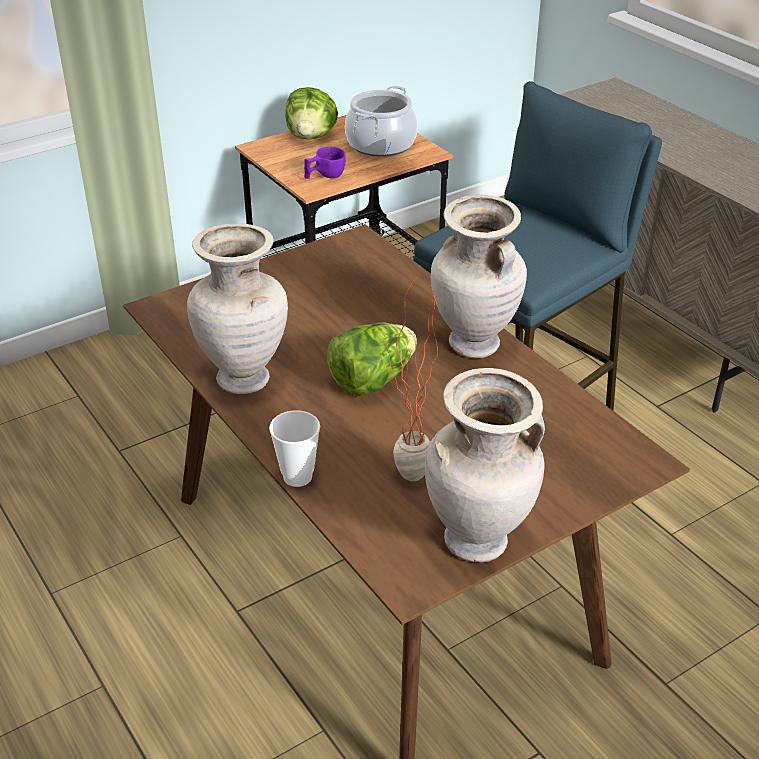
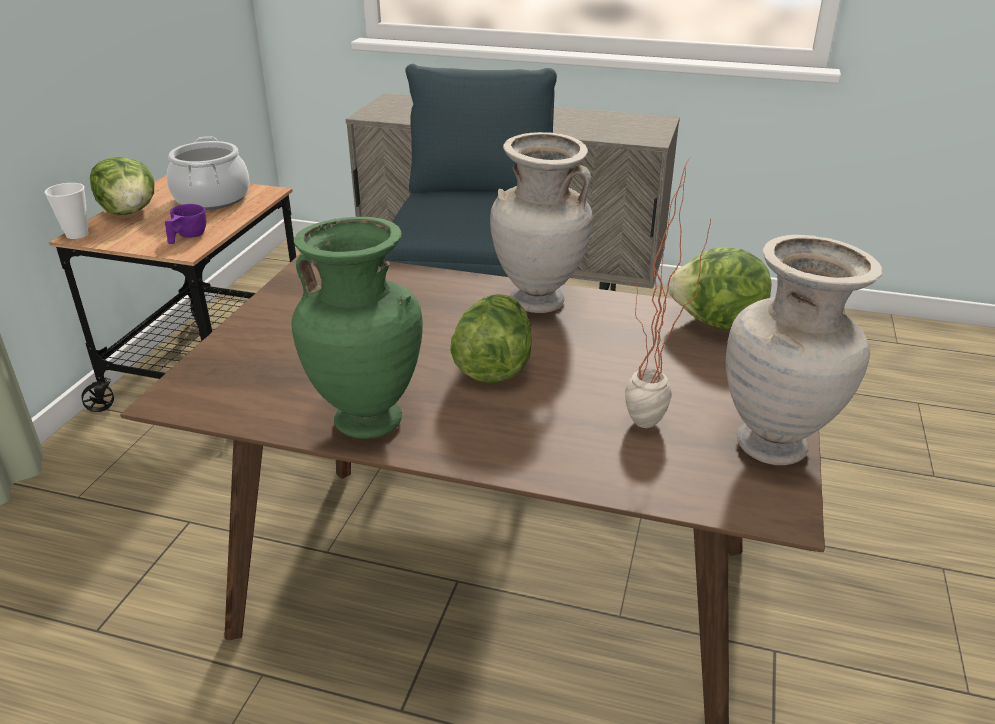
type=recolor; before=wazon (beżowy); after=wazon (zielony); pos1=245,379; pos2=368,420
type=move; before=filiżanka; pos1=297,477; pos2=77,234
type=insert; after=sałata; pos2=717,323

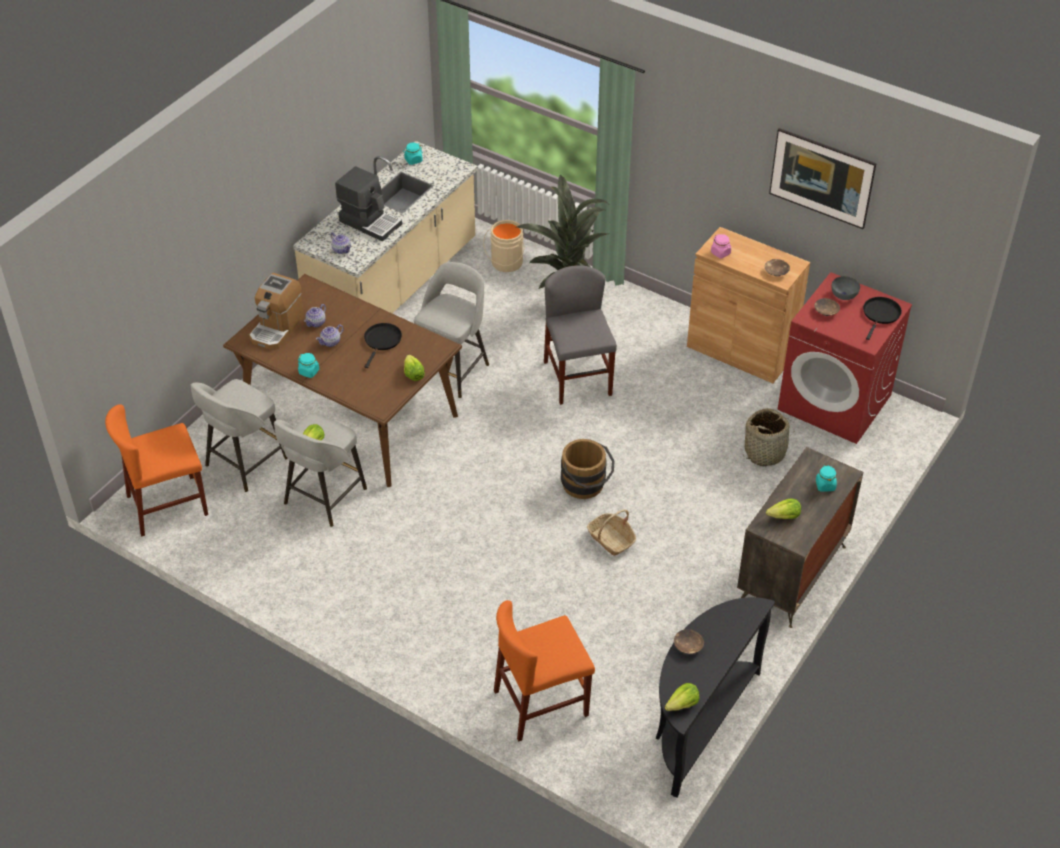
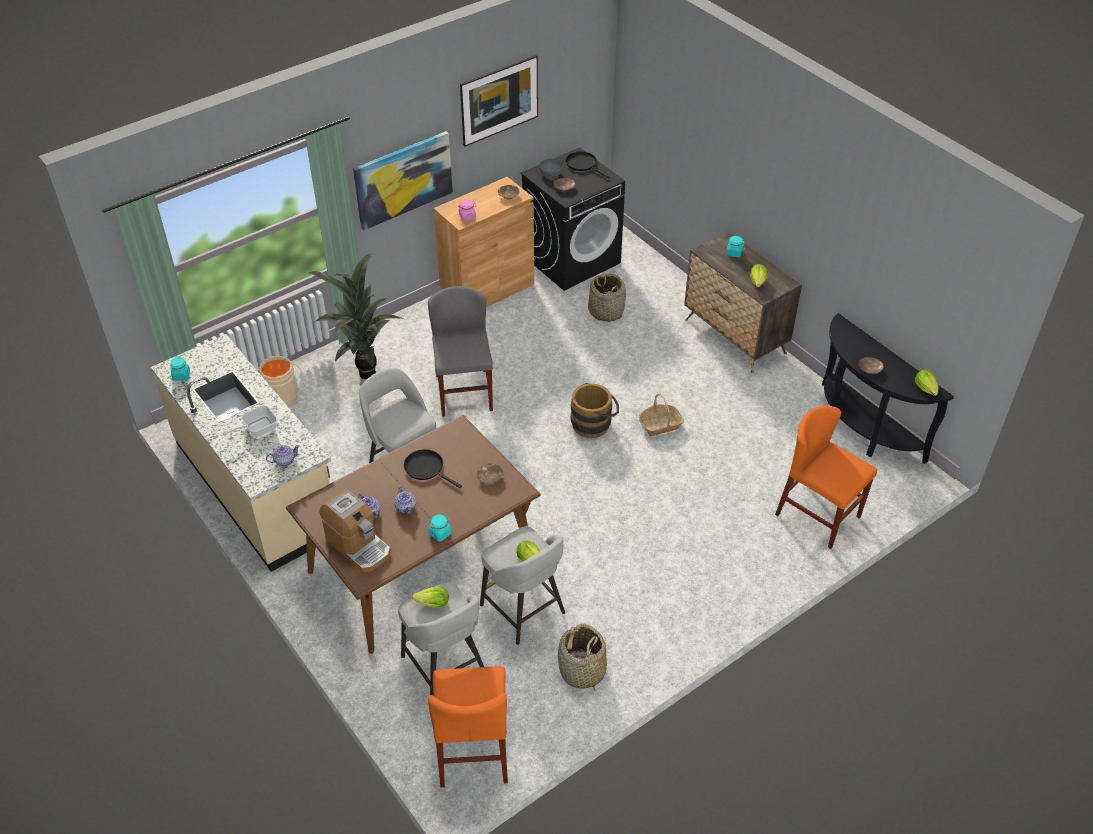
type=replace; before=ekspres do kawy; after=patelnia; pos1=370,222; pos2=256,429
type=rotate; before=krzesło (szary); pos1=577,378; pos2=464,393; turn=75
type=recolor; before=pralka (czerwony); after=pralka (czarny); pos1=835,402; pos2=572,259
type=move; before=sałata; pos1=413,374; pos2=433,603
type=rotate; before=krzesło (pomarańczowy); pos1=541,703; pos2=818,515; turn=135
type=insert; after=obraz; pos2=403,179
type=insert; after=miska (brązowy); pos2=490,477
type=insert; after=koszyk; pos2=582,671

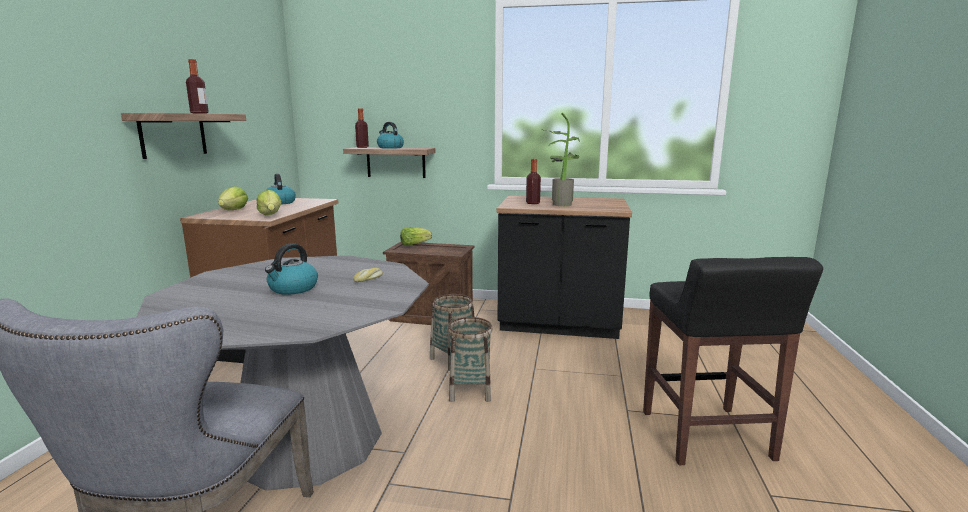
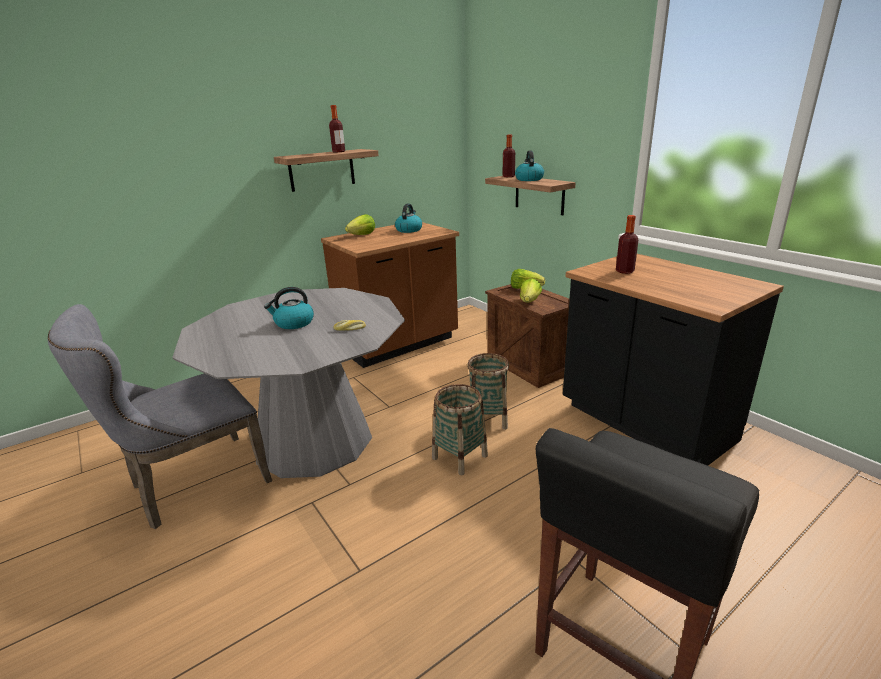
type=delete; before=roślina doniczkowa; pos1=561,204
type=move; before=sałata; pos1=270,215; pos2=529,301

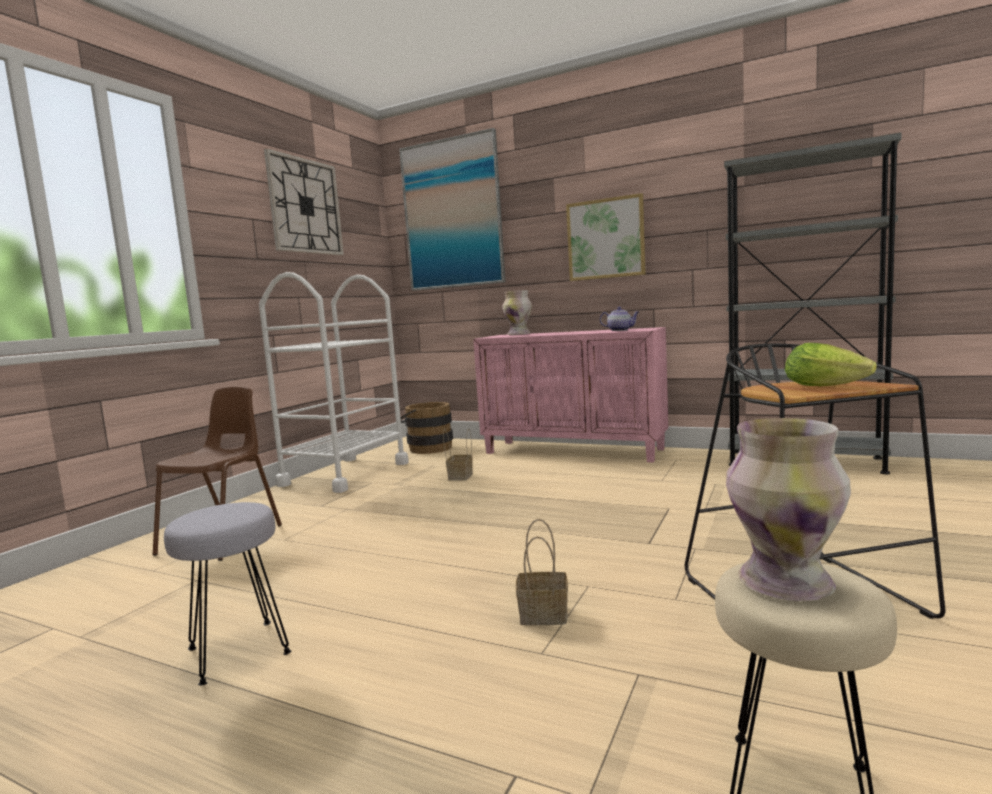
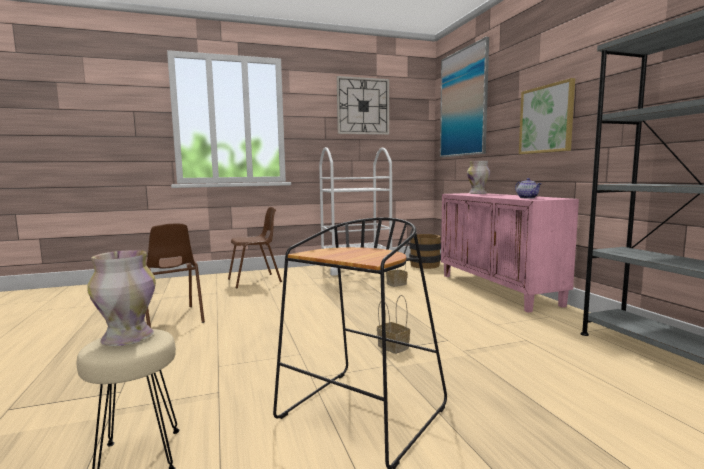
type=delete; before=sałata; pos1=829,386
type=replace; before=stołek (szary); after=krzesło (brązowy); pos1=238,652; pos2=170,319
type=move; before=koszyk; pos1=541,616; pos2=392,347

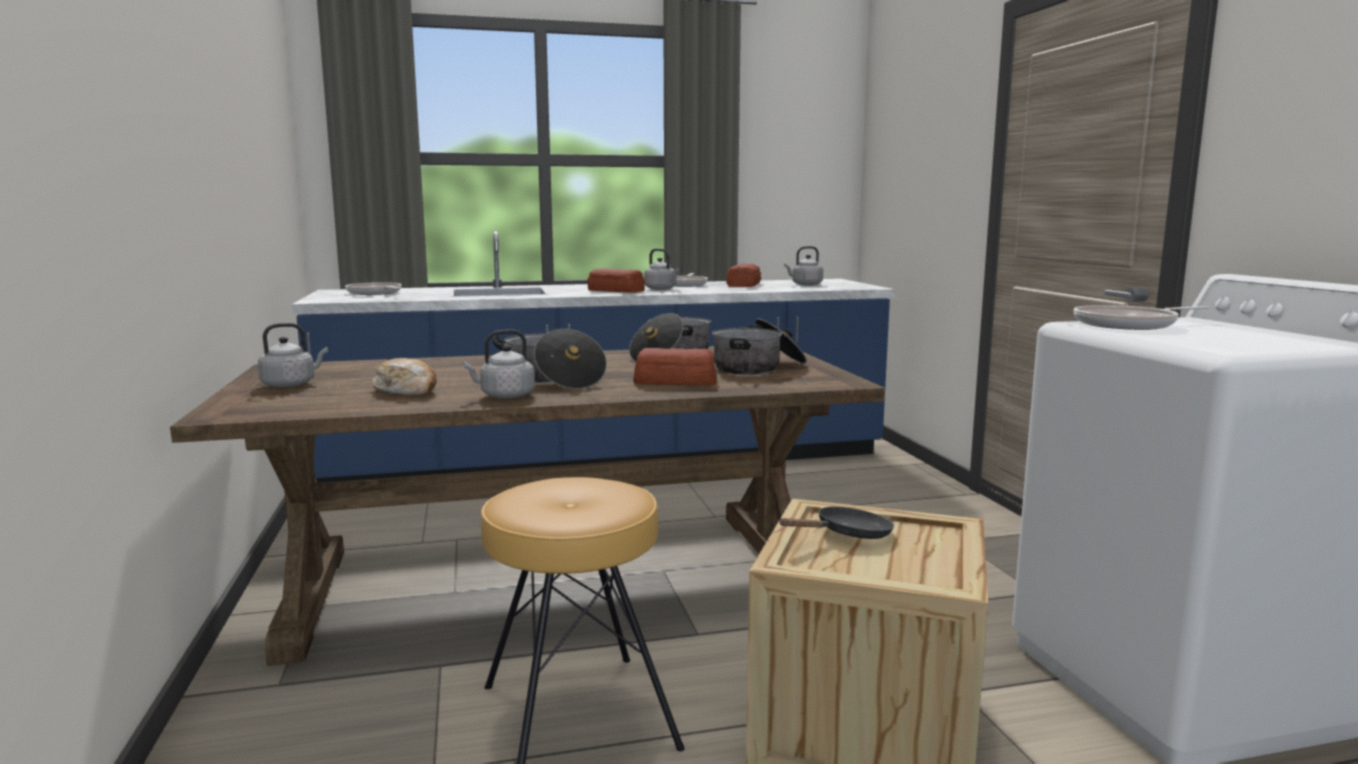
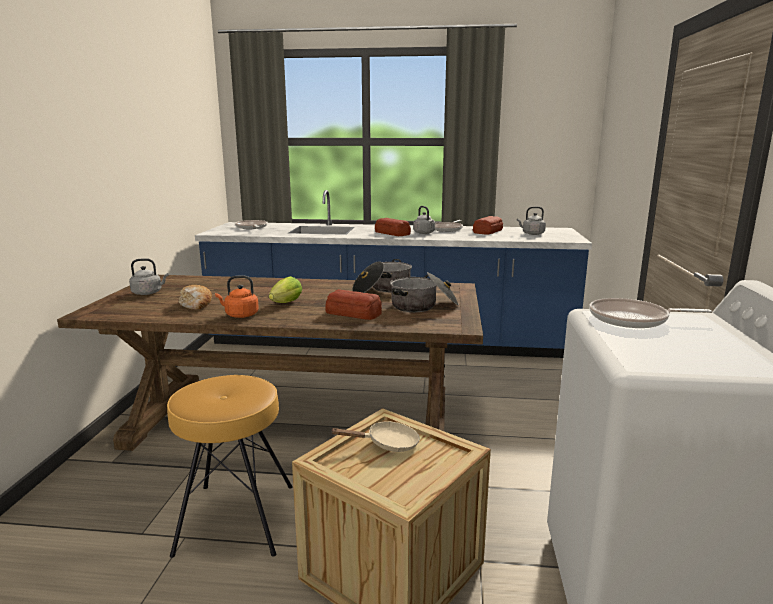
type=recolor; before=czajnik (szary); after=czajnik (pomarańczowy); pos1=504,396; pos2=240,315
type=replace; before=garnek; after=sałata; pos1=552,379; pos2=284,304
type=recolor; before=patelnia (czarny); after=patelnia (beżowy); pos1=847,535; pos2=387,444

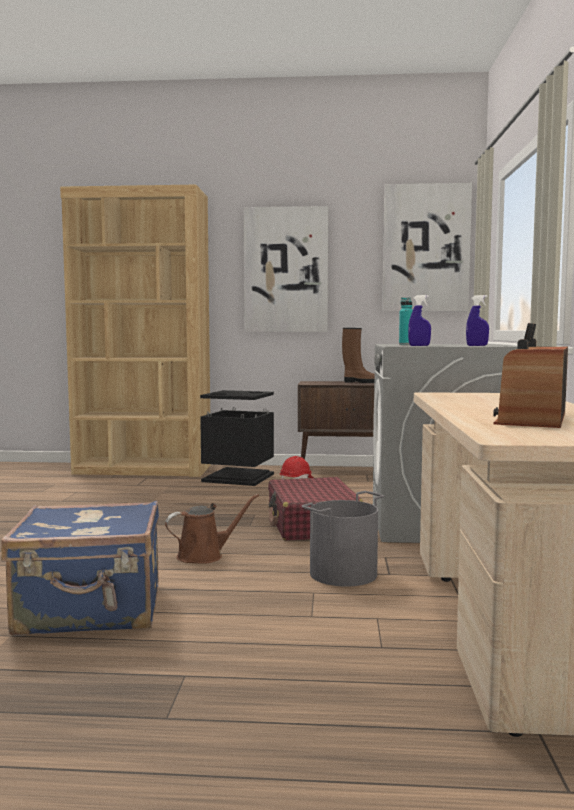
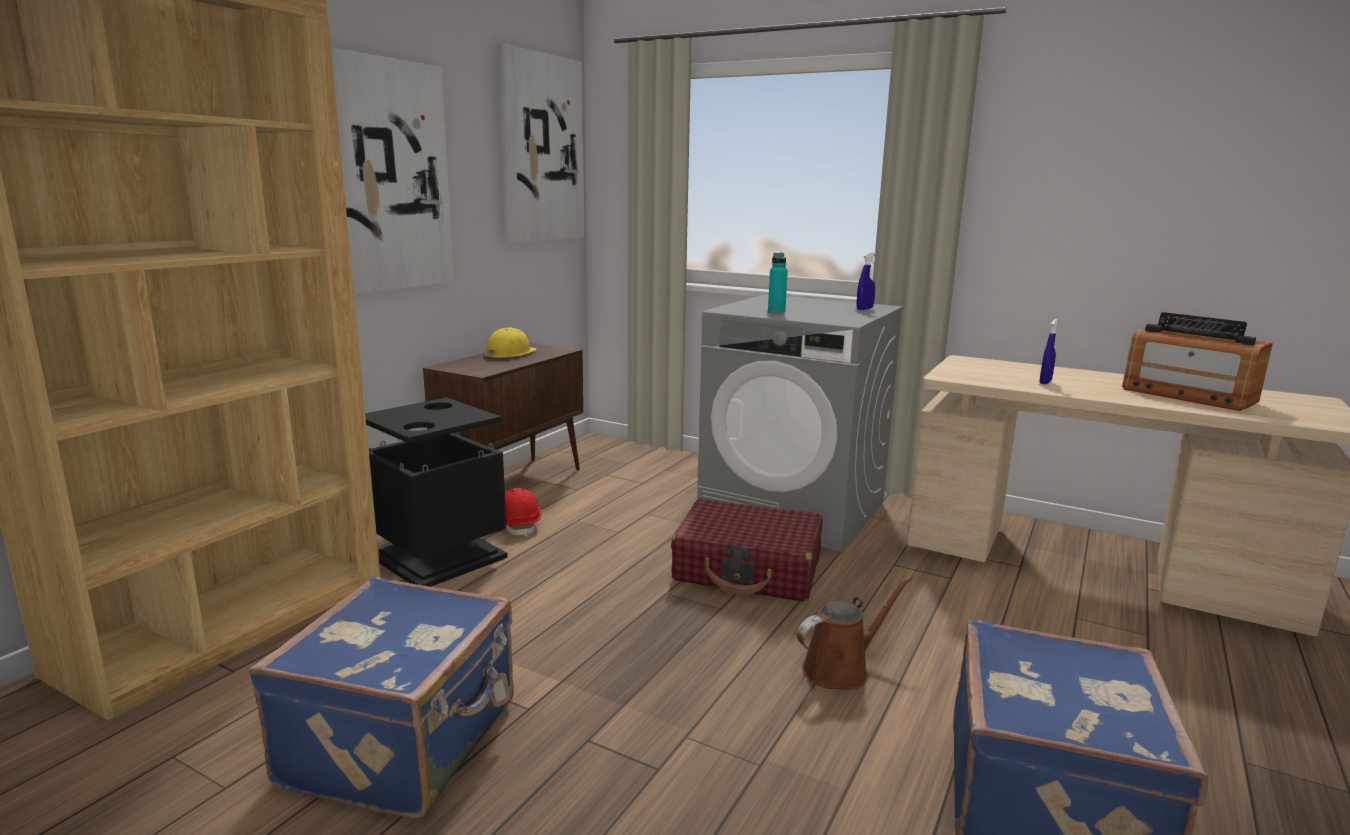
type=move; before=spryskiwacz (niebieski); pos1=419,346; pos2=1045,382
type=replace; before=but z cholewką (brązowy); after=kask (żółty); pos1=360,382; pos2=509,354
type=delete; before=wiadro (szary); pos1=344,574
type=rotate; before=konewka (brązowy); pos1=204,555; pos2=841,669; turn=60
type=insert; after=walizka (niebieski); pos2=405,743

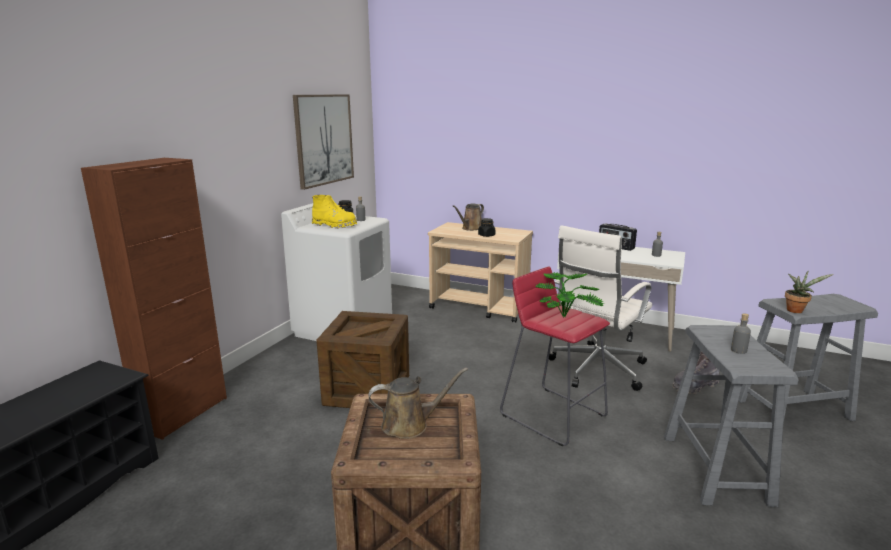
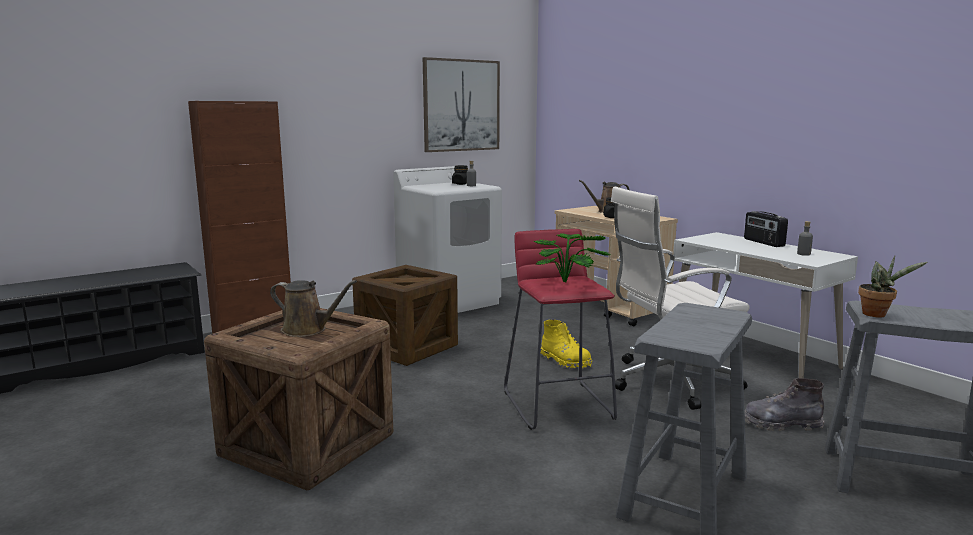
type=move; before=but z cholewką (żółty); pos1=334,225; pos2=565,361
type=delete; before=butelka (szary); pos1=738,350

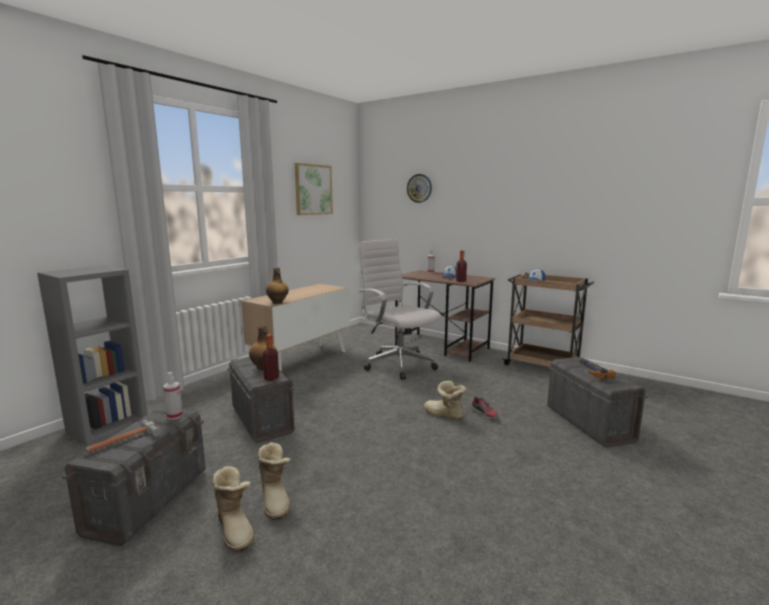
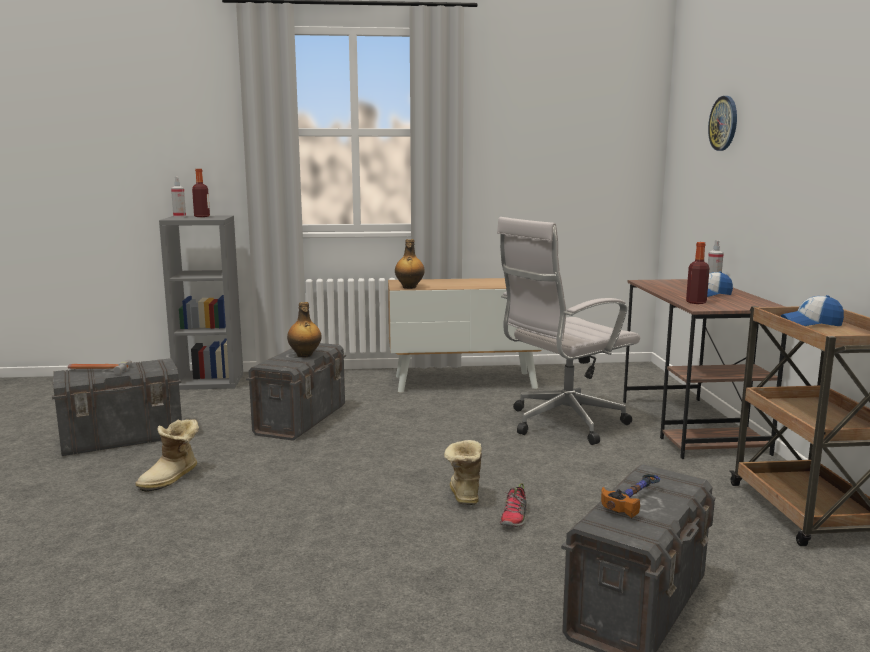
type=delete; before=obraz; pos1=313,189
type=rotate; before=krzesło biurowe (biały); pos1=397,364; pos2=561,424; turn=-135
type=move; before=butelka; pos1=271,378; pos2=202,216
type=move; before=spryskiwacz; pos1=175,416; pos2=179,216
type=delete; before=but z cholewką; pos1=236,528

